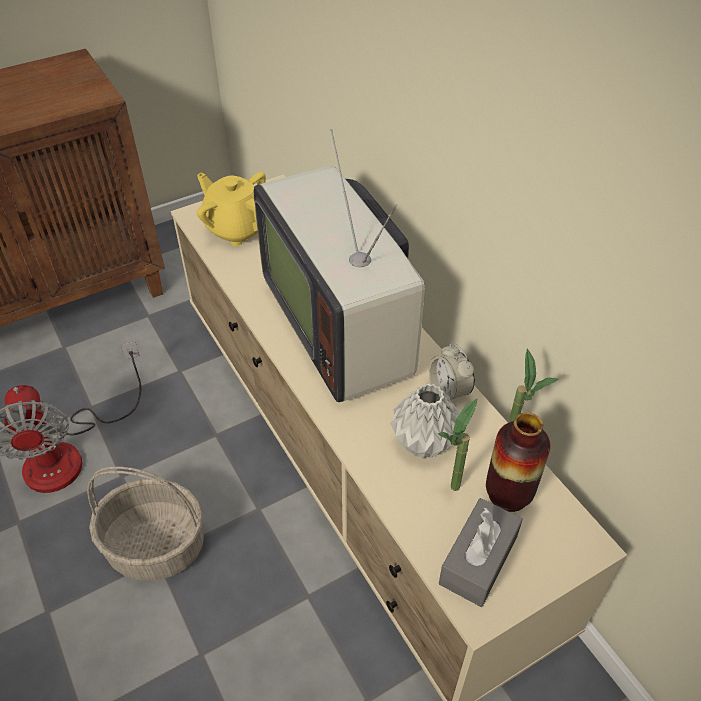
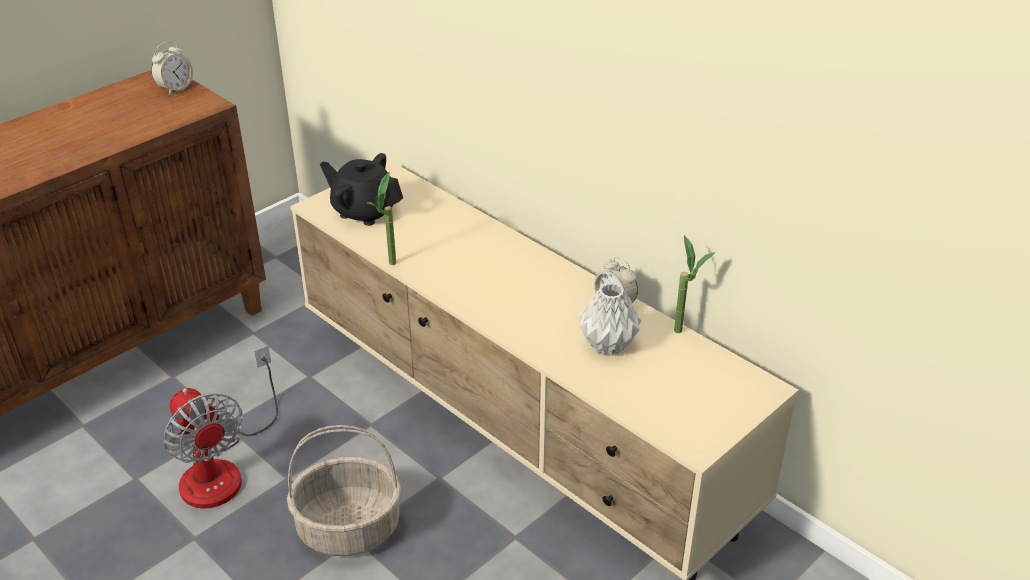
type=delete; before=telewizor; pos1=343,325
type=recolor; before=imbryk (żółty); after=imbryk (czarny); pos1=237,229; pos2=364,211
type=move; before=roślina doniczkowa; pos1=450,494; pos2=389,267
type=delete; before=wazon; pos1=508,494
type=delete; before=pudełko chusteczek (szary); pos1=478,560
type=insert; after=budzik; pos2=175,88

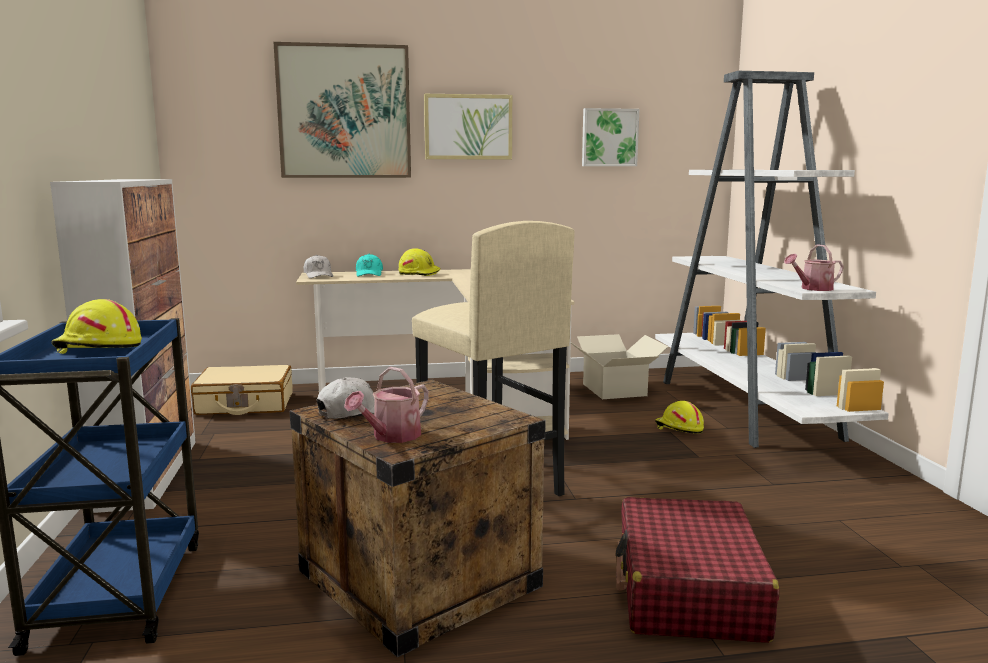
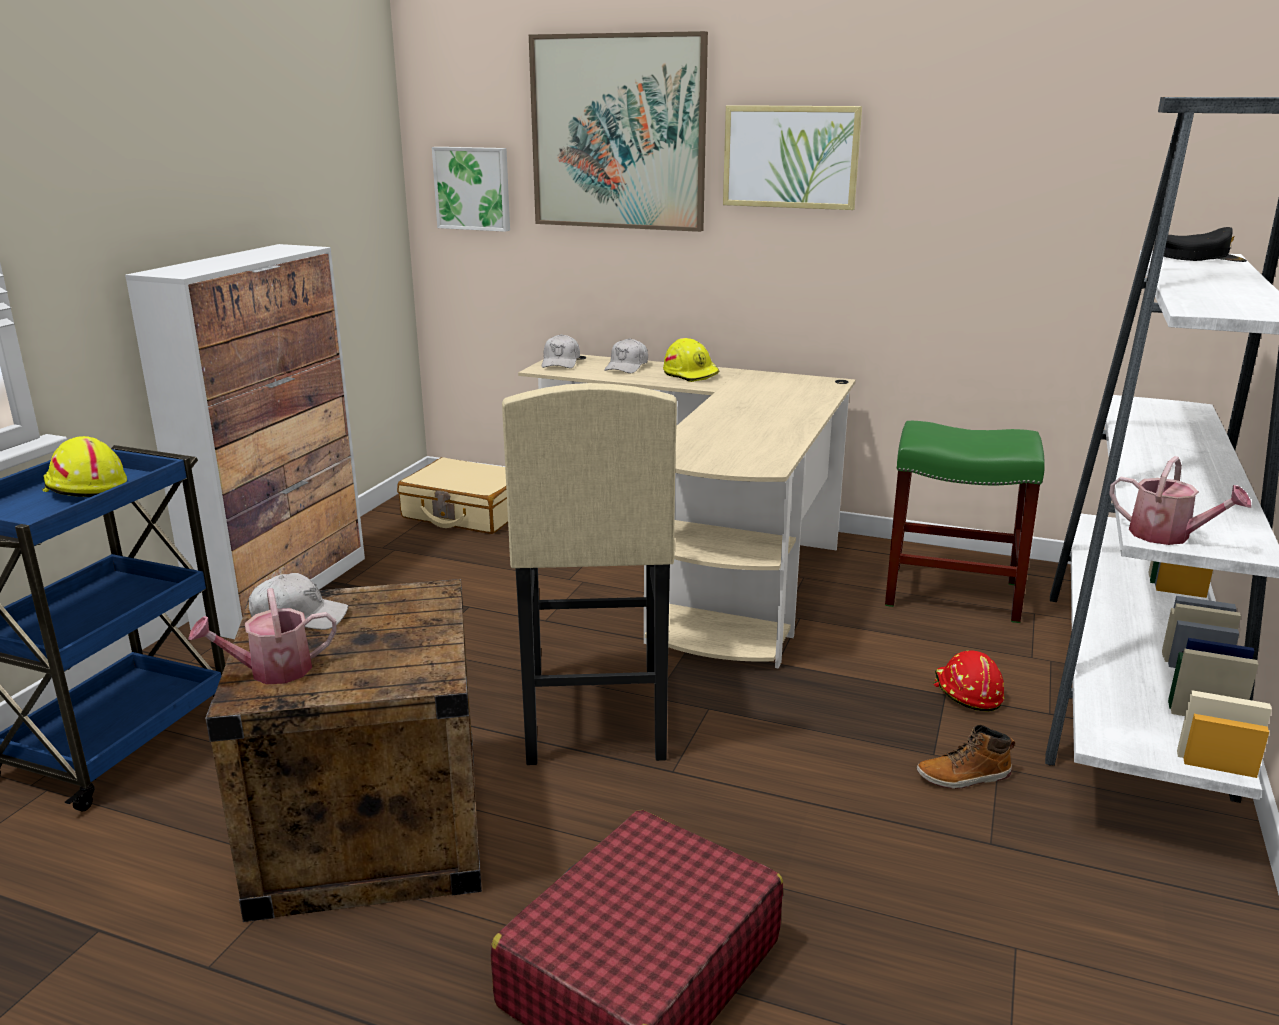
type=move; before=obraz; pos1=609,137; pos2=473,188
type=rotate; before=konewka; pos1=813,289; pos2=1168,536; turn=-150
type=recolor; before=czapka z daszkiem (turkusowy); after=czapka z daszkiem (biały); pos1=369,274; pos2=627,367
type=replace; before=karton; after=stołek (zielony); pos1=615,389; pos2=953,593
type=recolor; before=kask (żółty); after=kask (czerwony); pos1=678,428; pos2=966,692
type=insert; after=czapka z daszkiem (czarny); pos2=1200,258
type=insert; after=but z cholewką; pos2=964,777

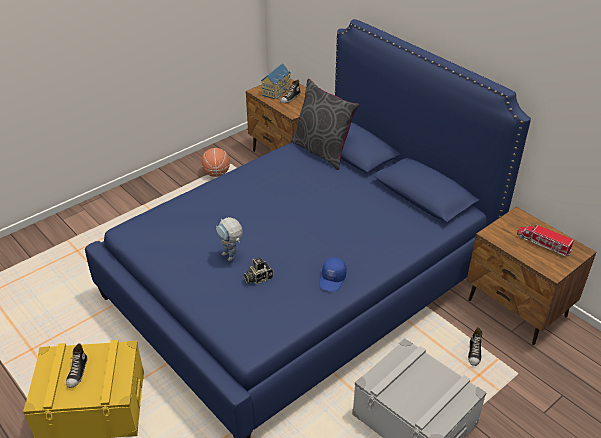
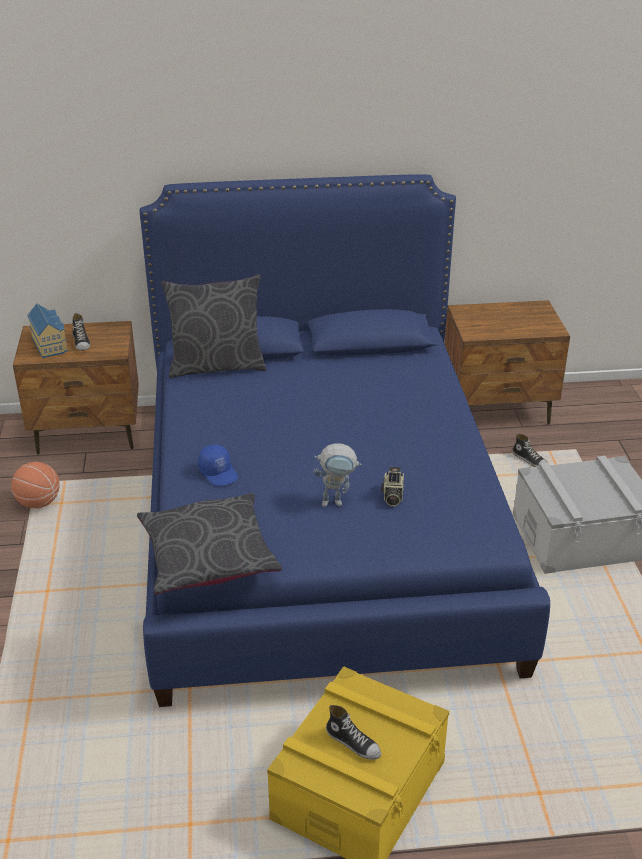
type=delete; before=ciężarówka zabawkowa; pos1=543,244
type=move; before=czapka z daszkiem (niebieski); pos1=332,279; pos2=219,472
type=insert; after=poduszka (szary); pos2=208,555

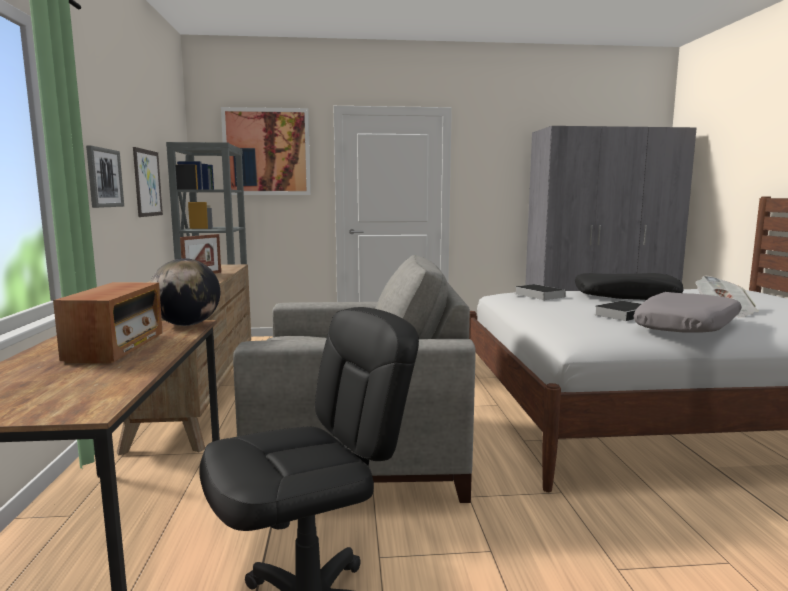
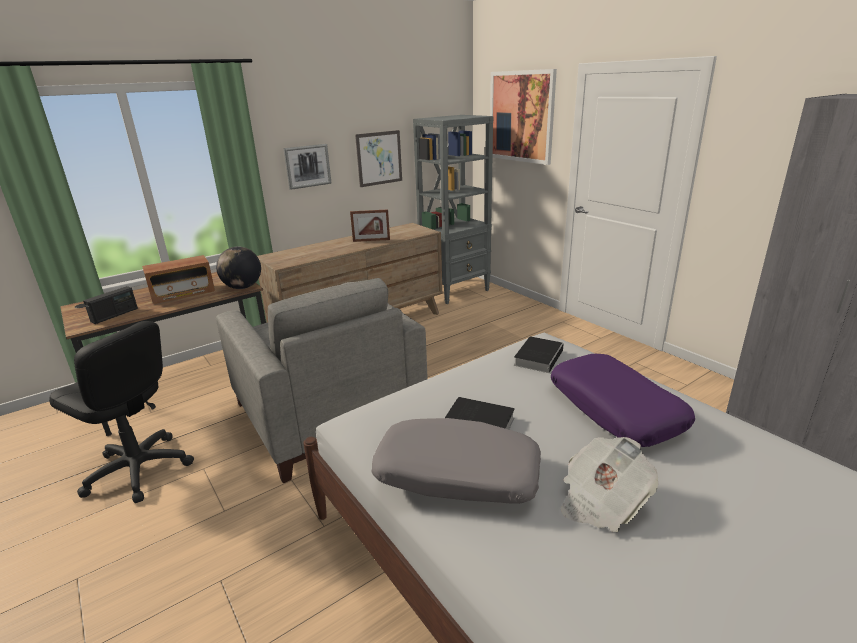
type=recolor; before=poduszka (czarny); after=poduszka (fioletowy); pos1=626,296; pos2=616,409
type=insert; after=radio; pos2=115,315

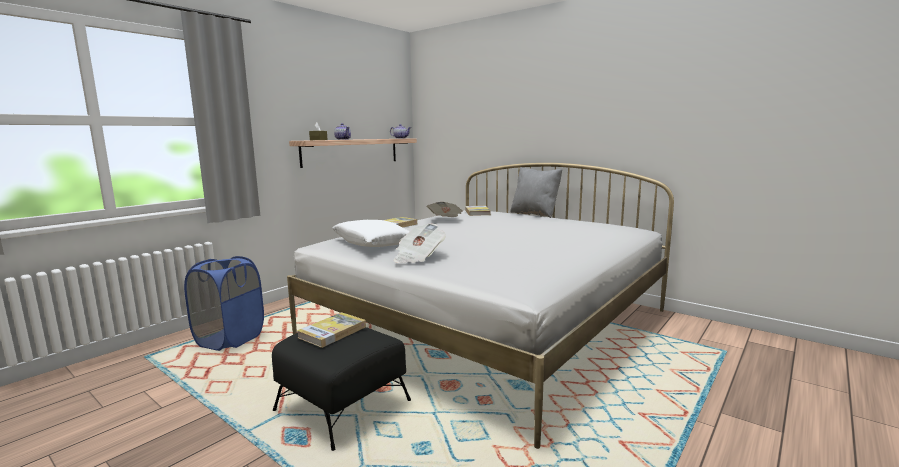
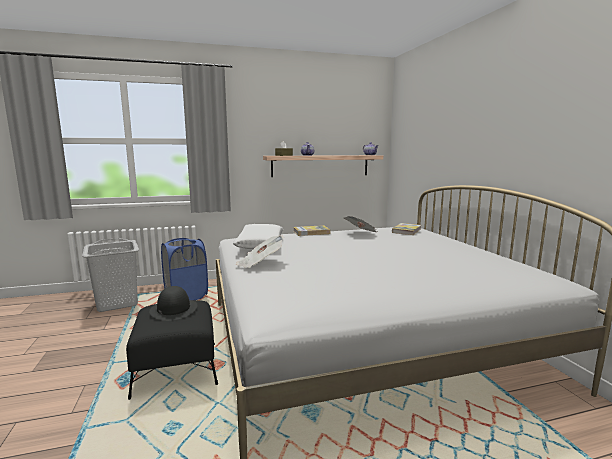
type=delete; before=poduszka (szary); pos1=535,214
type=replace; before=książka; after=kapelusz (czarny); pos1=332,332; pos2=173,309
type=insert; after=kosz na pranie (szary); pos2=117,303

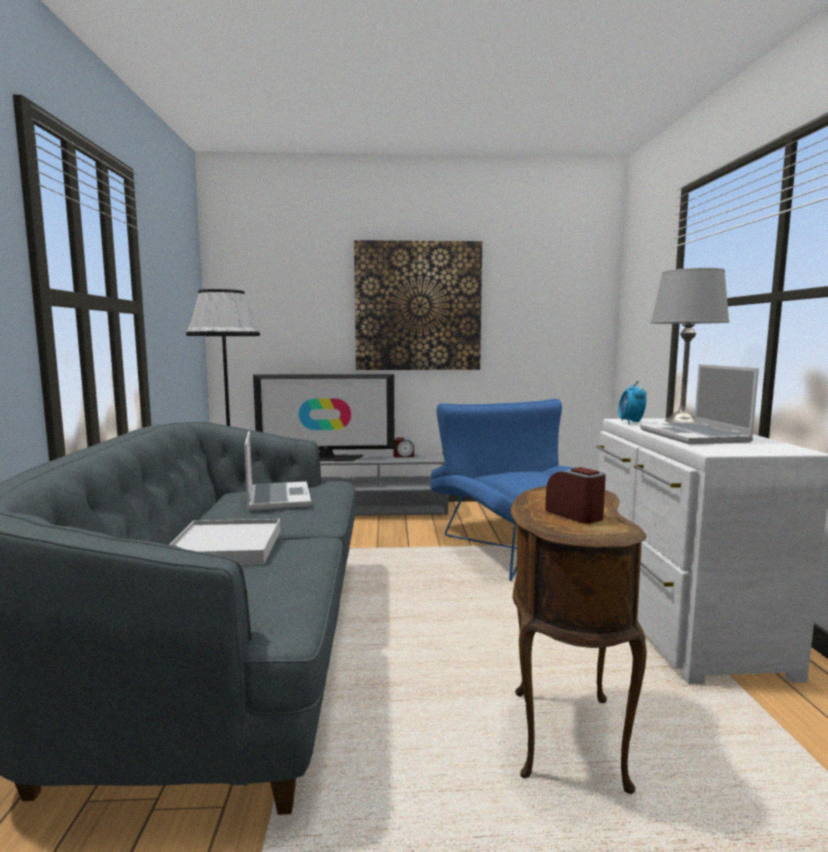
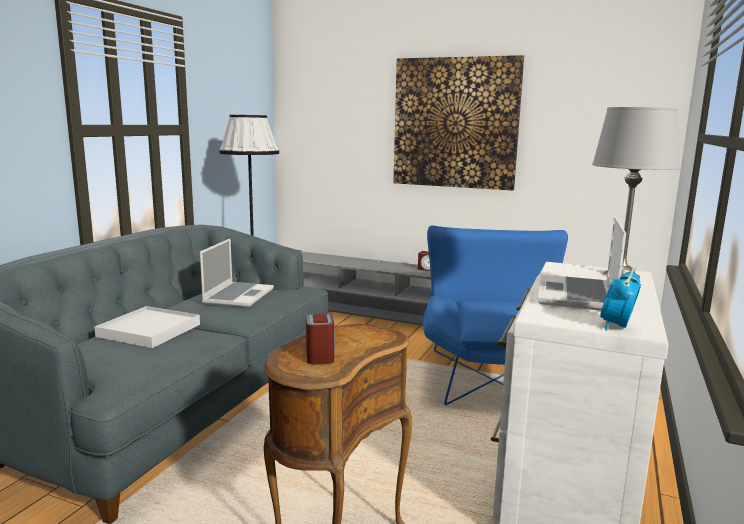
type=delete; before=telewizor; pos1=326,458
type=move; before=budzik; pos1=630,422; pos2=617,326

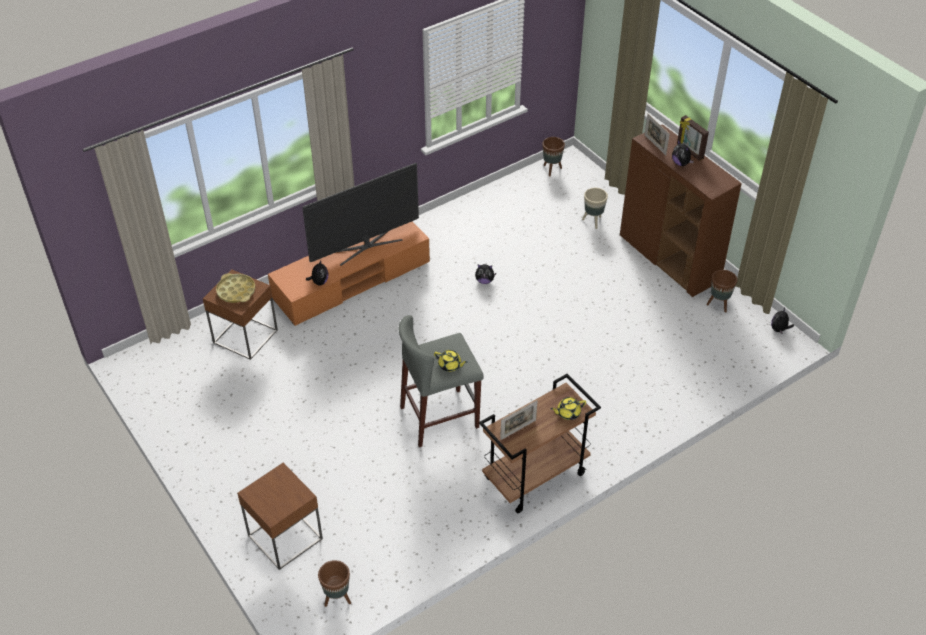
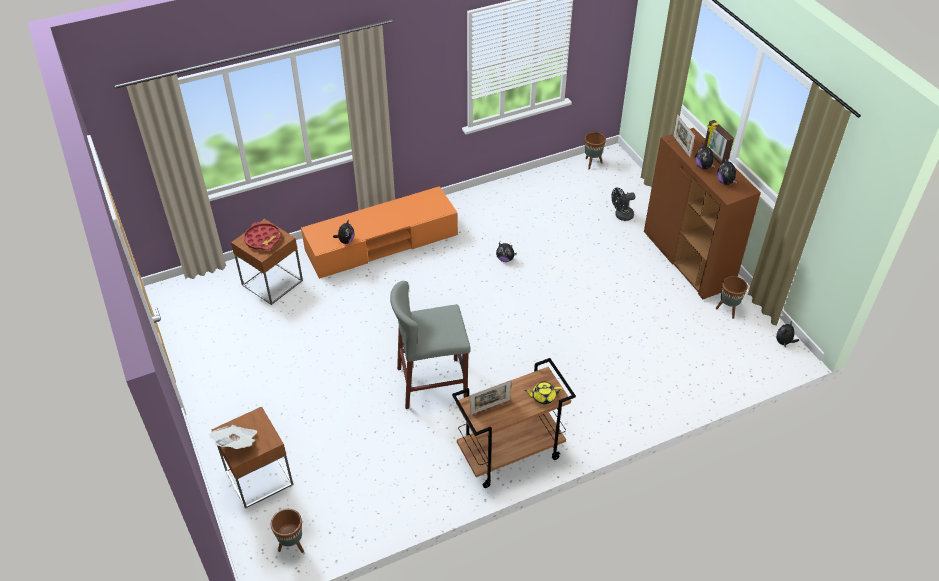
type=delete; before=telewizor; pos1=366,246
type=replace; before=donica (beżowy); after=wentylator (czarny); pos1=593,221; pos2=621,216
type=recolor; before=taca (żółty); after=taca (czerwony); pos1=236,291; pos2=263,239
type=delete; before=imbryk (żółty); pos1=450,365
type=insert; after=pluszak; pos2=725,182
type=insert; after=gazeta; pos2=237,443

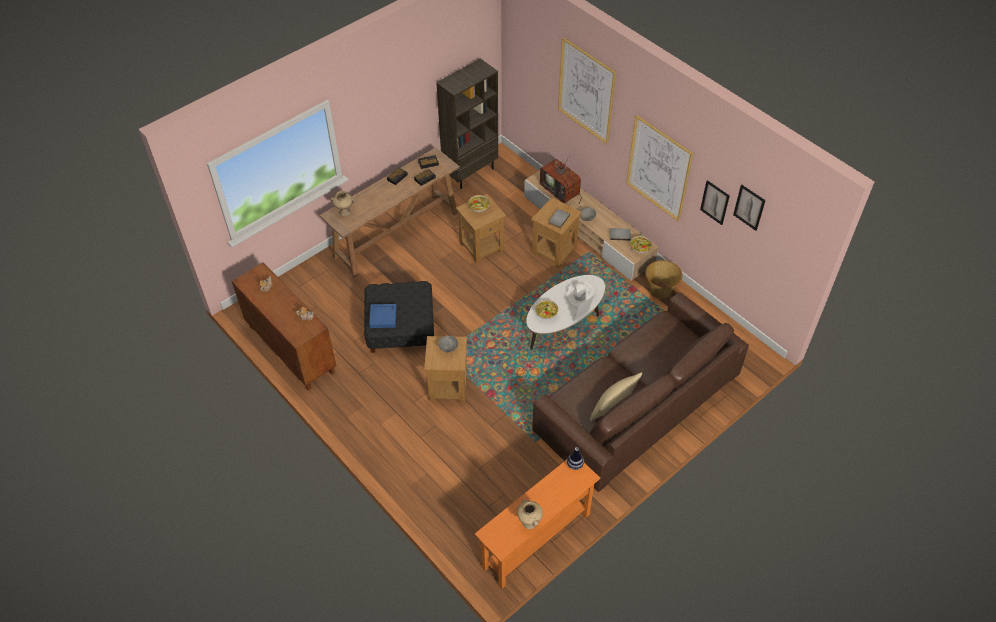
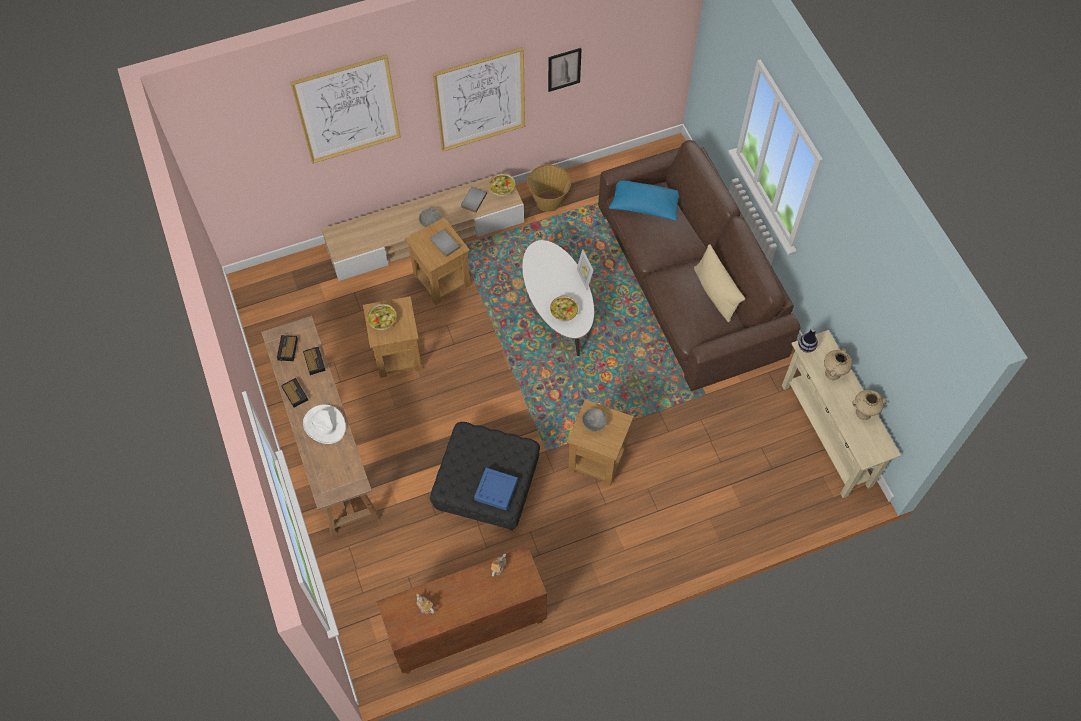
type=delete; before=regał (brązowy); pos1=470,173
type=delete; before=telewizor; pos1=561,191
type=delete; before=obraz; pos1=749,207
type=move; before=wazon (beżowy); pos1=344,212; pos2=833,374
type=move; before=kapelusz (biały); pos1=581,294; pos2=324,425
type=recolor; before=stolik konsolowy (pomarańczowy); after=stolik konsolowy (beżowy); pos1=537,541; pos2=826,434
type=insert; after=poduszka (niebieski); pos2=644,206

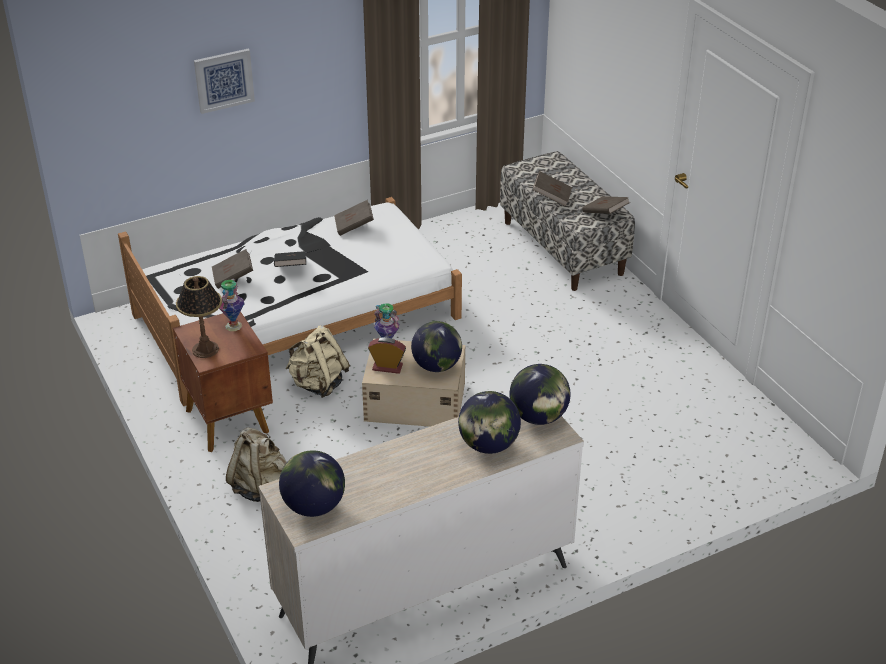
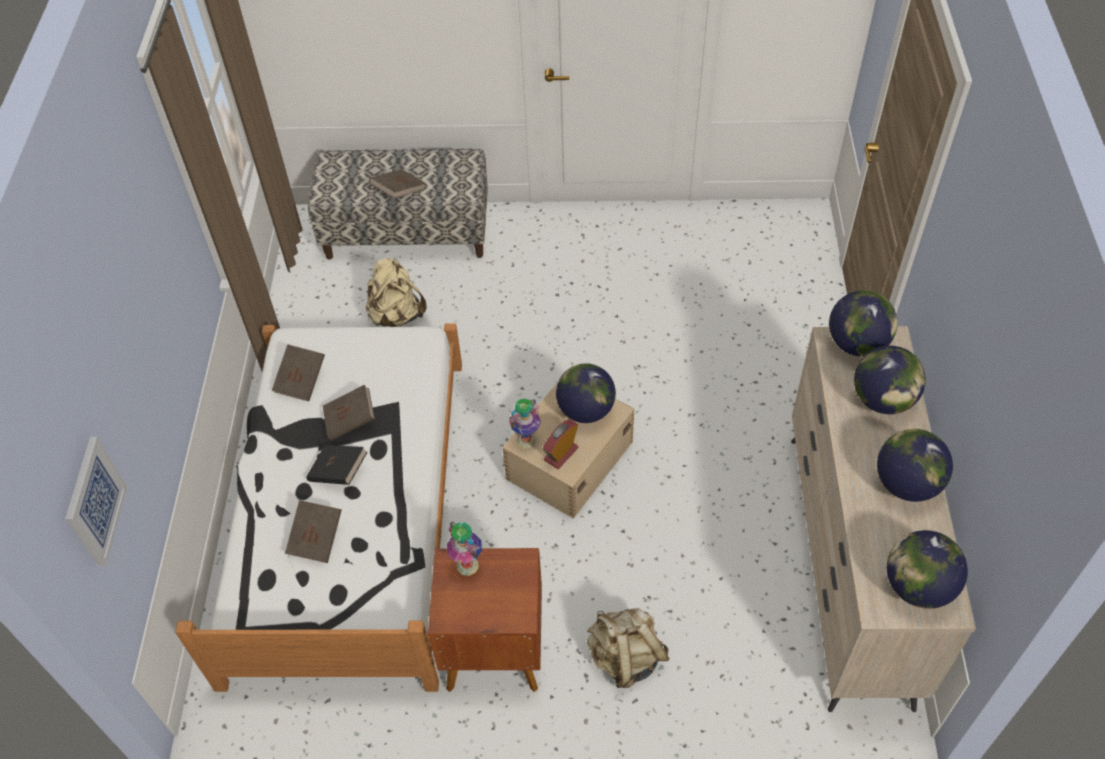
type=move; before=obraz; pos1=224,80; pos2=94,502
type=move; before=książka (brązowy); pos1=605,214; pos2=350,421
type=delete; before=lampa stołowa; pos1=205,349
type=move; before=plecak (beżowy); pos1=318,384; pos2=396,315
type=insert; after=globus; pos2=906,484

